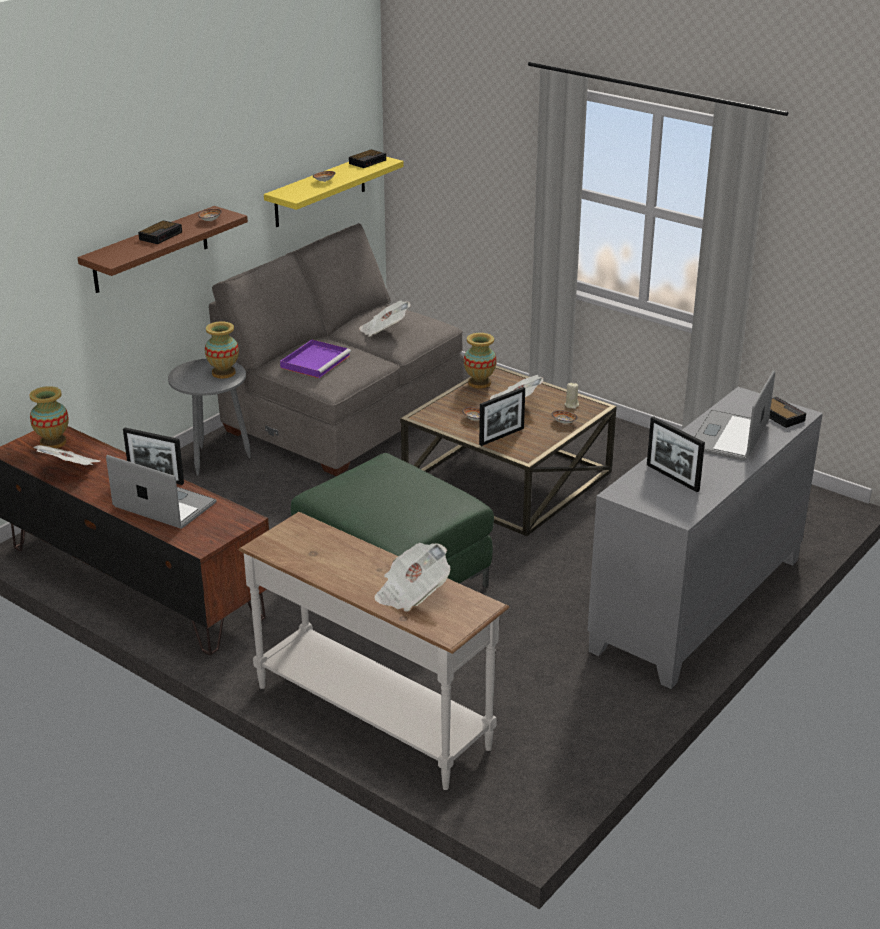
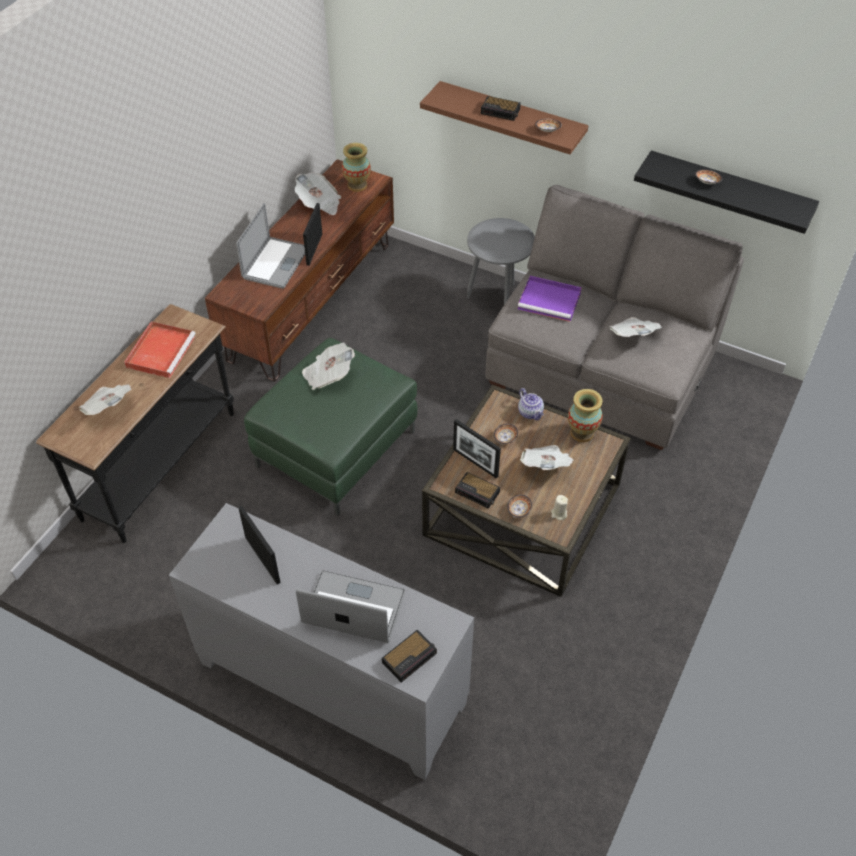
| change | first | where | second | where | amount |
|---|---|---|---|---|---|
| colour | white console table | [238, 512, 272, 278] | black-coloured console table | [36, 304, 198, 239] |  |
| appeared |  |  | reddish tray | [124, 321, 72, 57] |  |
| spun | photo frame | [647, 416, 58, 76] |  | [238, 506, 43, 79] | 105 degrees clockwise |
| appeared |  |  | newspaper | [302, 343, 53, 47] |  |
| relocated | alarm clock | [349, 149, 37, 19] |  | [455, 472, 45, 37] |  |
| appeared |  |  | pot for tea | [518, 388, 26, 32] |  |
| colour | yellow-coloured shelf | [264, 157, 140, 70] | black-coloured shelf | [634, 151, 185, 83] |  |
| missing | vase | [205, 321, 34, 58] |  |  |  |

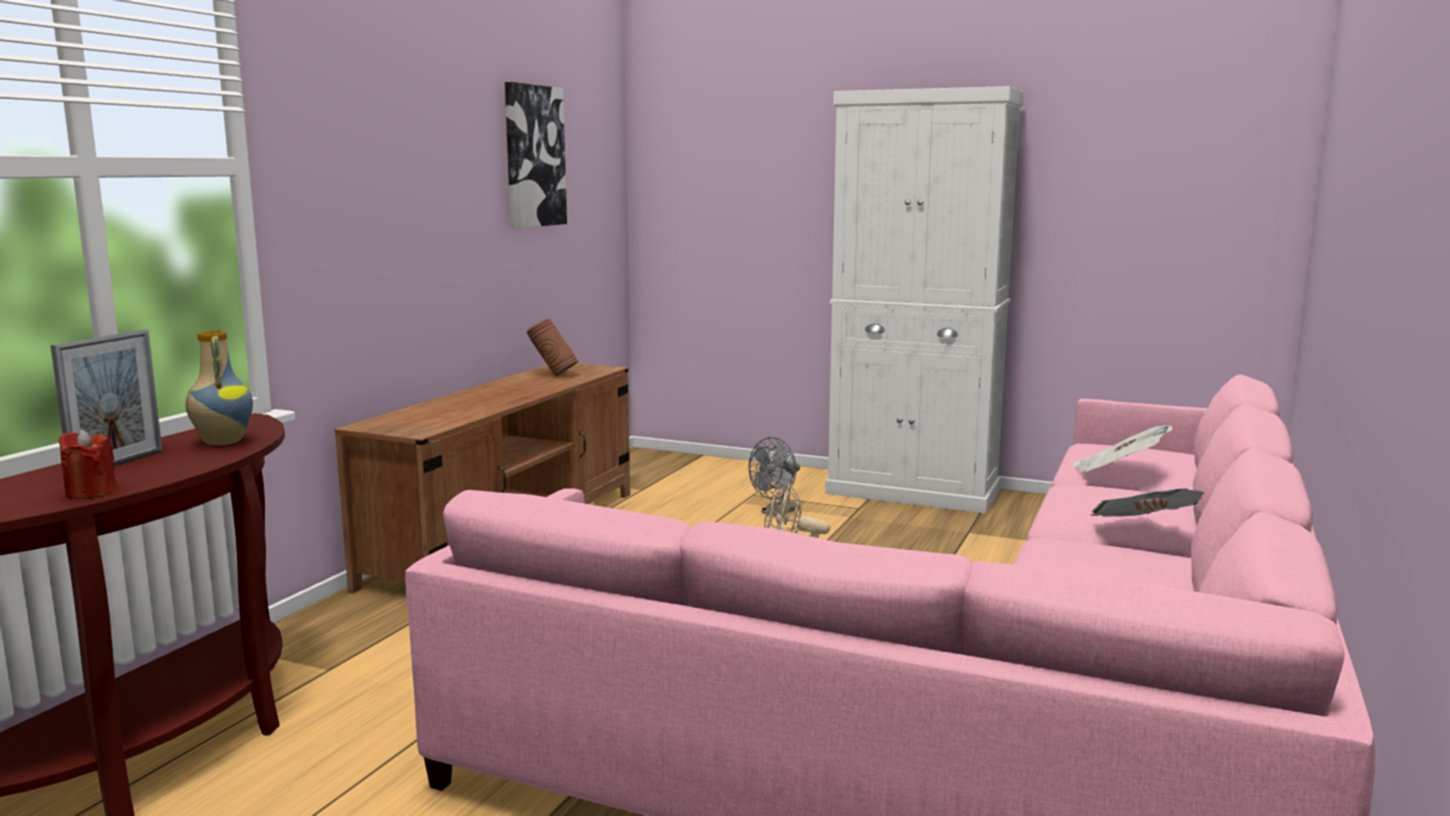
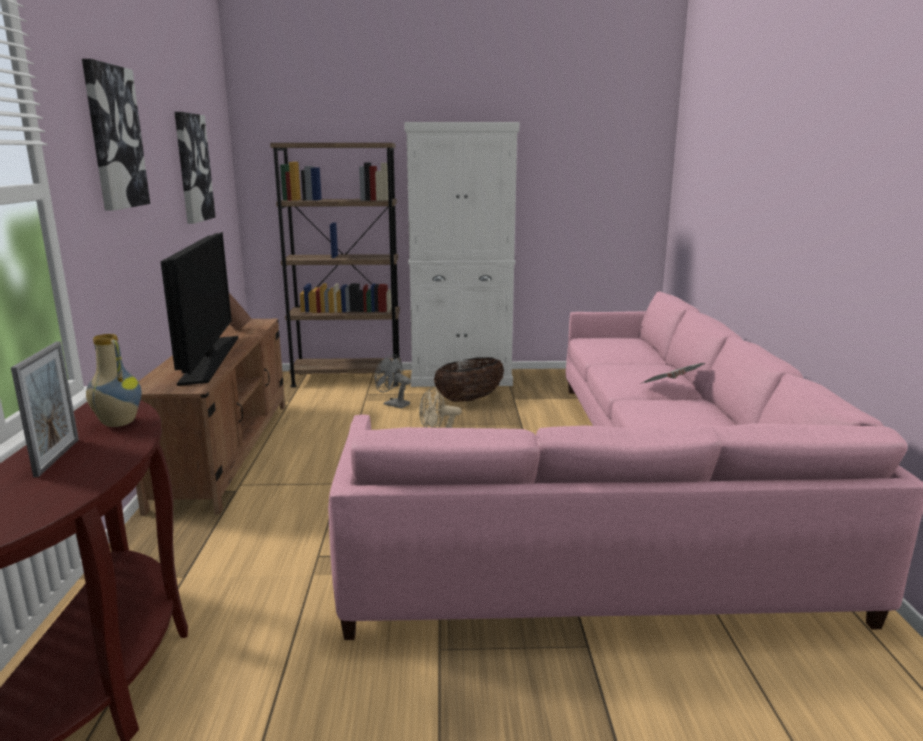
| change | first | where | second | where | amount |
|---|---|---|---|---|---|
| appeared |  |  | wall picture | [82, 59, 68, 152] |  |
| appeared |  |  | TV | [160, 232, 78, 154] |  |
| appeared |  |  | brownish bookshelf | [270, 143, 131, 245] |  |
| spun | grey cooling fan | [748, 437, 52, 80] |  | [375, 354, 36, 55] | 105 degrees clockwise |
| appeared |  |  | basket | [434, 357, 70, 45] |  |
| missing | reddish wax candle | [59, 430, 58, 70] |  |  |  |
| missing | newspaper | [1073, 425, 100, 48] |  |  |  |

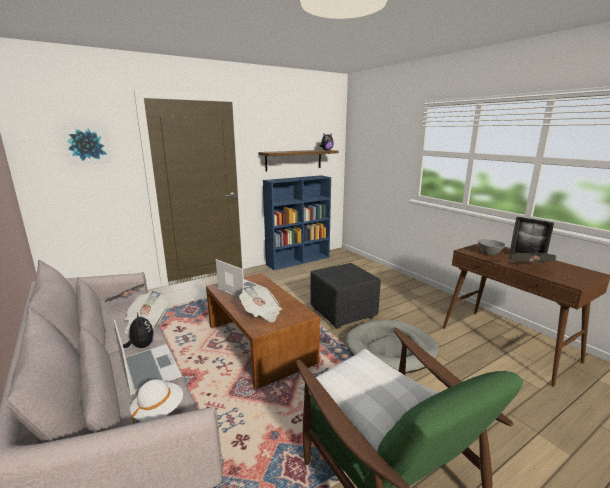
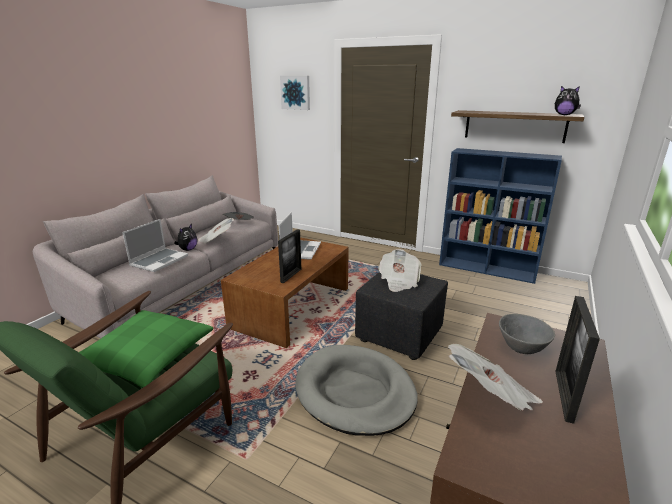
| change | first | where | second | where | amount |
|---|---|---|---|---|---|
| colour | white cushion | [300, 349, 138, 102] | green-coloured cushion | [79, 310, 135, 78] |  |
| appeared |  |  | photo frame | [278, 230, 23, 53] |  |
| relocated | newspaper | [239, 286, 43, 36] |  | [378, 249, 44, 43] |  |
| missing | white clothing hat | [130, 379, 53, 45] |  |  |  |

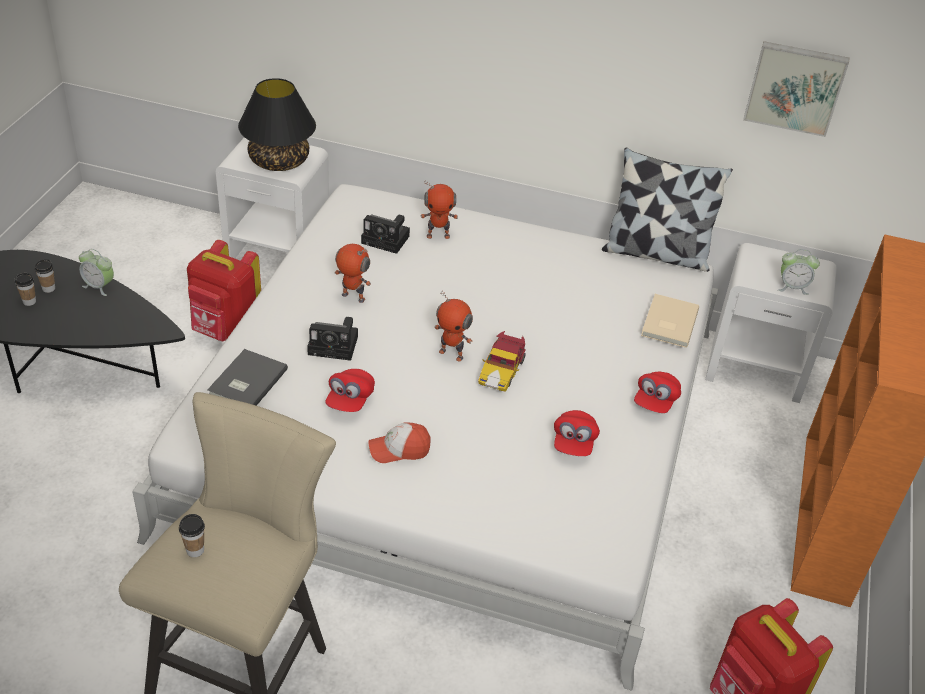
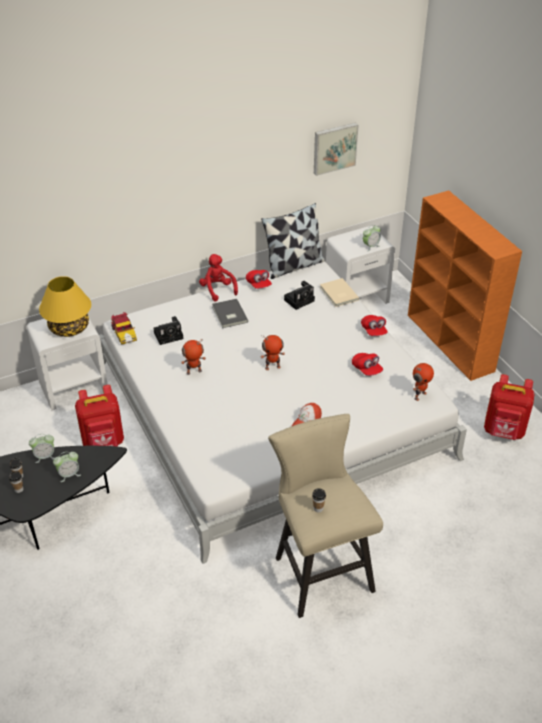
| change | first | where | second | where | amount |
|---|---|---|---|---|---|
| colour | black-coloured lamp for a table | [238, 78, 78, 93] | yellow-coloured lamp for a table | [39, 276, 52, 61] |  |
| appeared |  |  | alarm clock | [53, 452, 28, 30] |  |
| relocated | model car | [478, 331, 48, 61] |  | [111, 312, 26, 32] |  |
| appeared |  |  | reddish soft toy | [199, 254, 39, 47] |  |
| relocated | grey book | [207, 349, 81, 57] |  | [212, 299, 36, 29] |  |
| relocated | reddish peaked cap | [325, 369, 50, 43] |  | [246, 270, 26, 19] |  |
| relocated | still camera | [307, 317, 51, 44] |  | [284, 281, 31, 29] |  |
| relocated | toy robot | [420, 180, 38, 59] |  | [413, 363, 21, 38] |  |

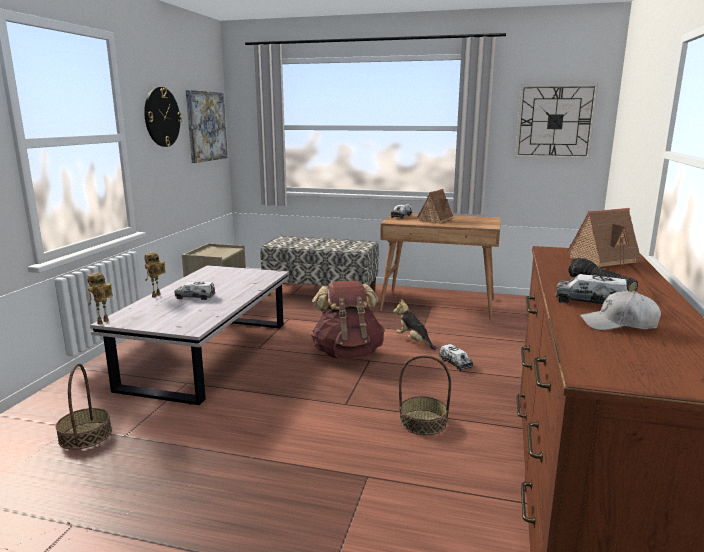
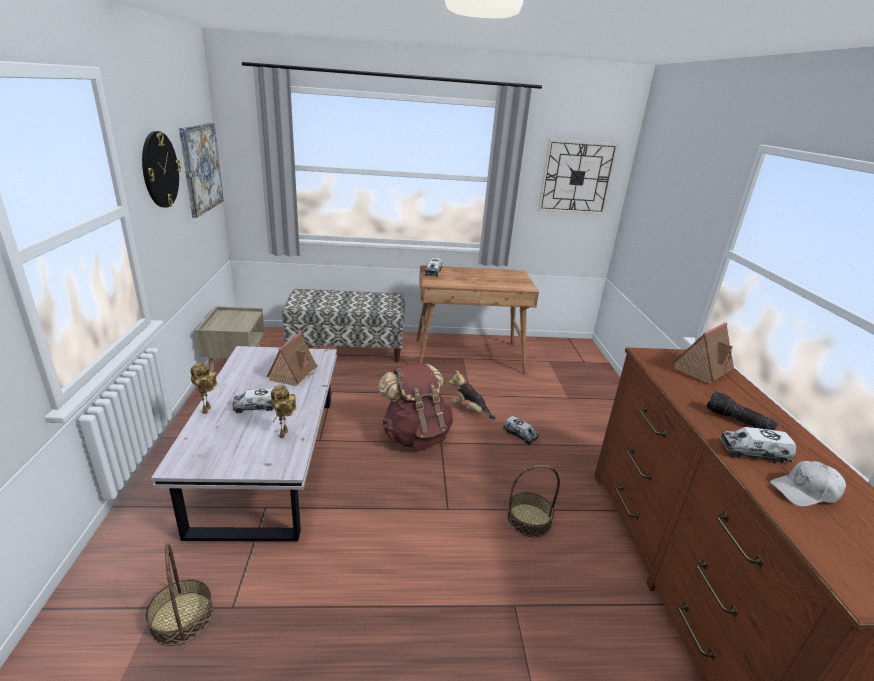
| change | first | where | second | where | amount |
|---|---|---|---|---|---|
| relocated | toy house | [417, 189, 36, 34] |  | [267, 332, 51, 54] |  |
| relocated | toy robot | [87, 273, 26, 51] |  | [271, 385, 26, 53] |  |

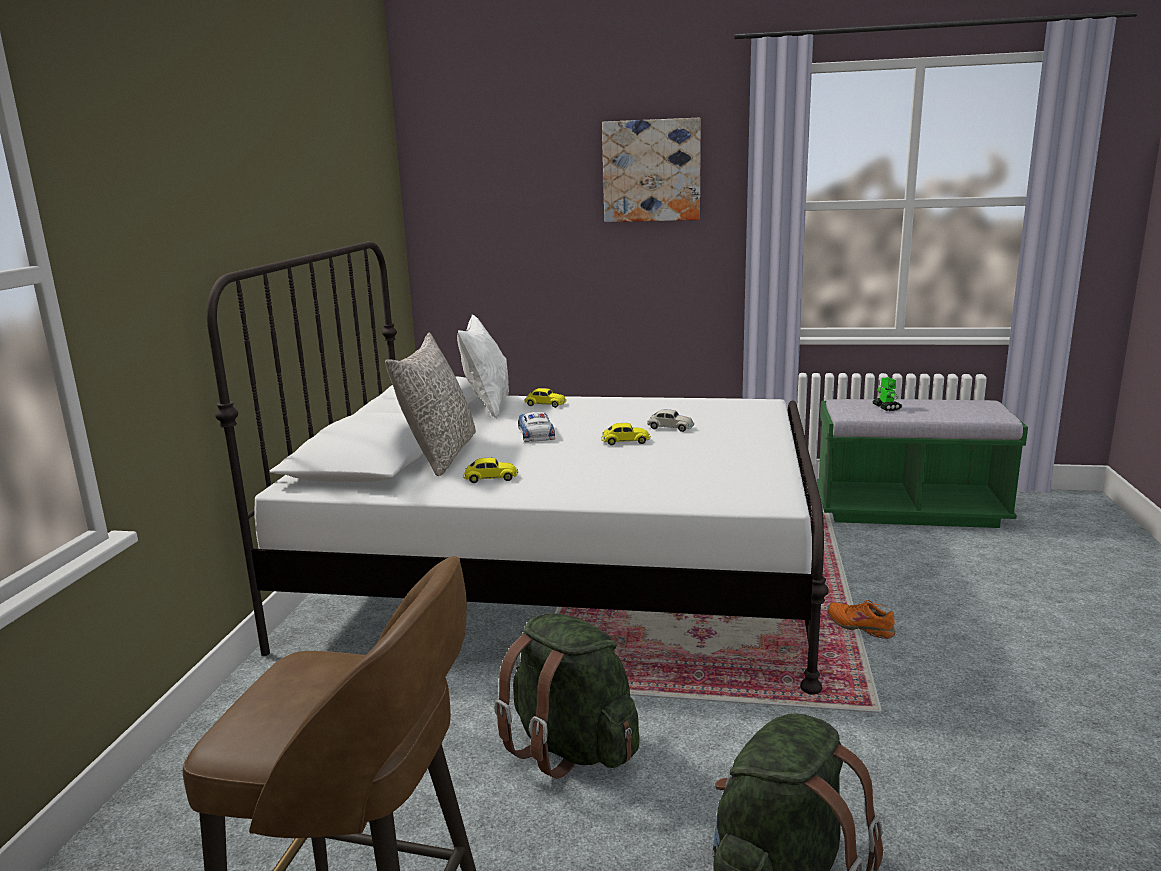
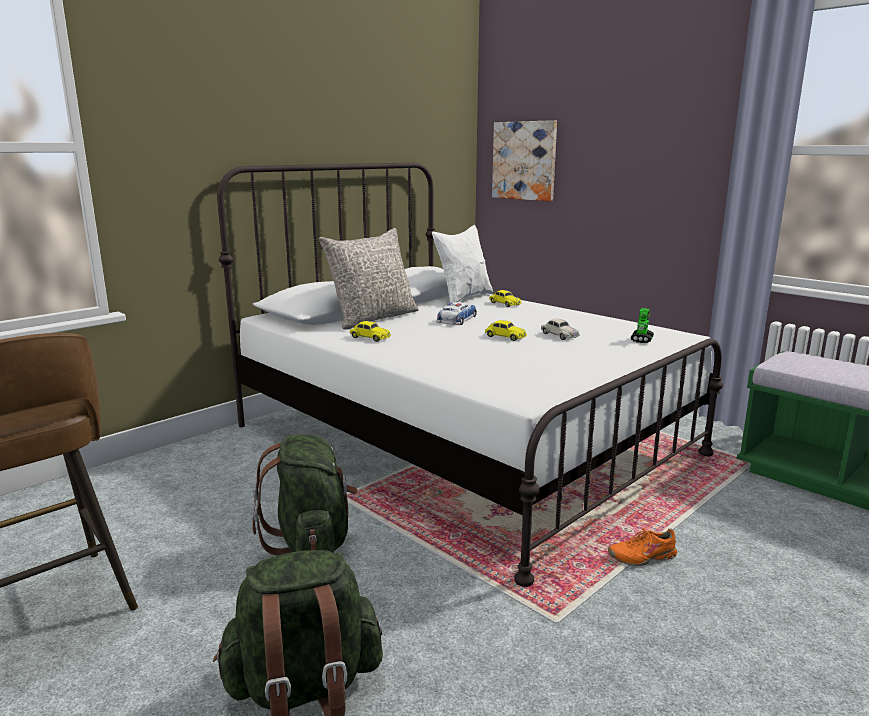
| change | first | where | second | where | amount |
|---|---|---|---|---|---|
| relocated | wall picture | [602, 118, 99, 104] |  | [492, 120, 65, 81] |  |
| spun | orange low shoe | [828, 600, 68, 39] |  | [608, 528, 69, 38] | 90 degrees counterclockwise |
| relocated | toy robot | [873, 377, 29, 34] |  | [630, 308, 24, 35] |  |

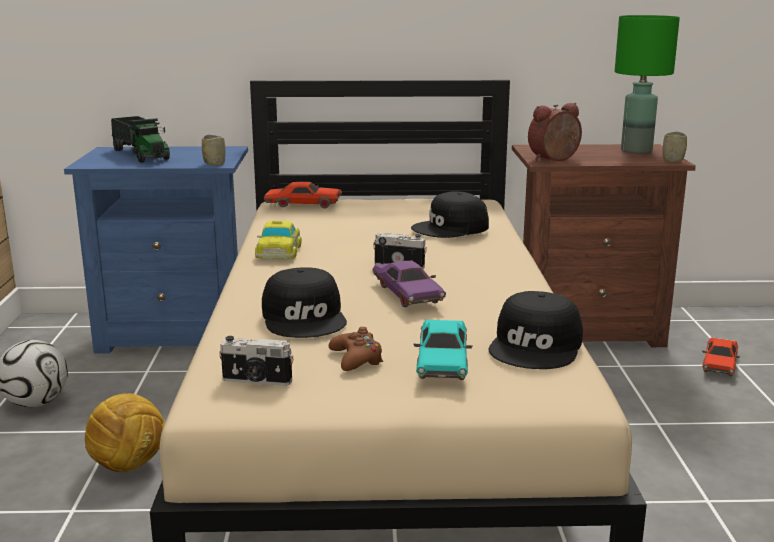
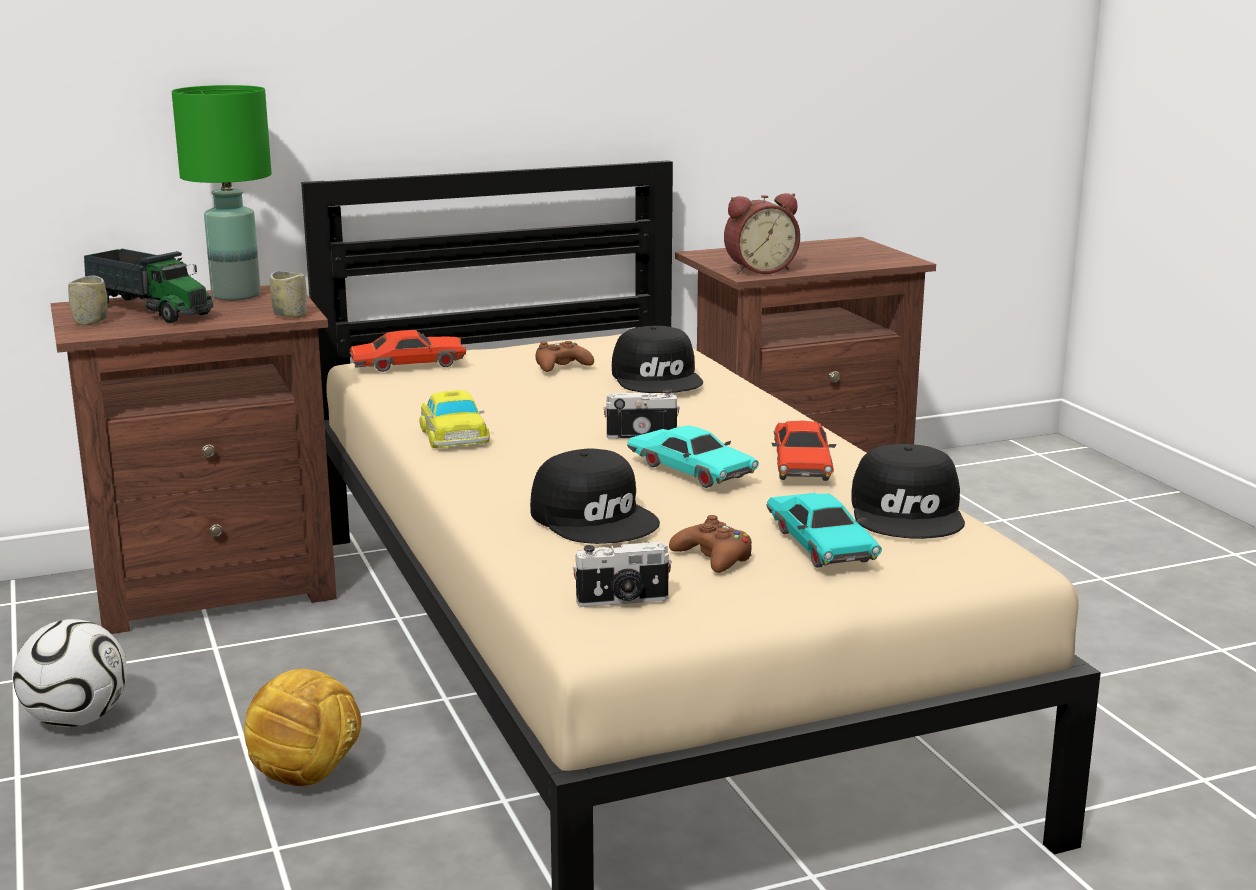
| change | first | where | second | where | amount |
|---|---|---|---|---|---|
| colour | blue bedside table | [64, 146, 184, 208] | brownish bedside table | [50, 285, 287, 349] |  |
| relocated | small cup | [663, 132, 24, 30] |  | [68, 276, 40, 50] |  |
| relocated | green-coloured lamp for a table | [615, 15, 65, 138] |  | [172, 85, 100, 216] |  |
| appeared |  |  | brownish joypad | [536, 341, 58, 31] |  |
| spun | black-coloured peaked cap | [411, 191, 78, 47] |  | [612, 326, 91, 67] | 60 degrees counterclockwise |
| colour | purple-coloured model car | [373, 261, 73, 46] | turquoise-coloured model car | [627, 425, 132, 63] |  |
| spun | alarm clock | [528, 103, 54, 58] |  | [724, 193, 76, 81] | 150 degrees counterclockwise |
| relocated | reddish model car | [702, 337, 38, 39] |  | [772, 421, 65, 60] |  |

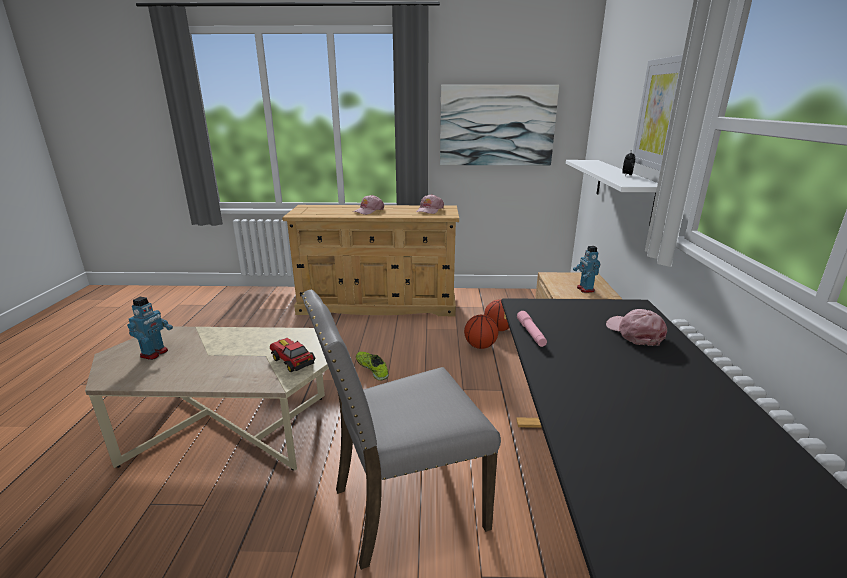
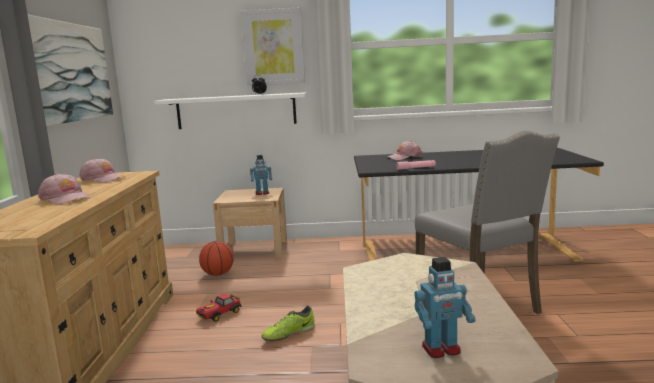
| change | first | where | second | where | amount |
|---|---|---|---|---|---|
| relocated | model car | [270, 338, 45, 34] |  | [196, 294, 46, 28] |  |
| spun | toy robot | [127, 297, 46, 63] |  | [414, 257, 62, 101] | 150 degrees clockwise |
| missing | ball for basketball | [464, 315, 34, 34] |  |  |  |

